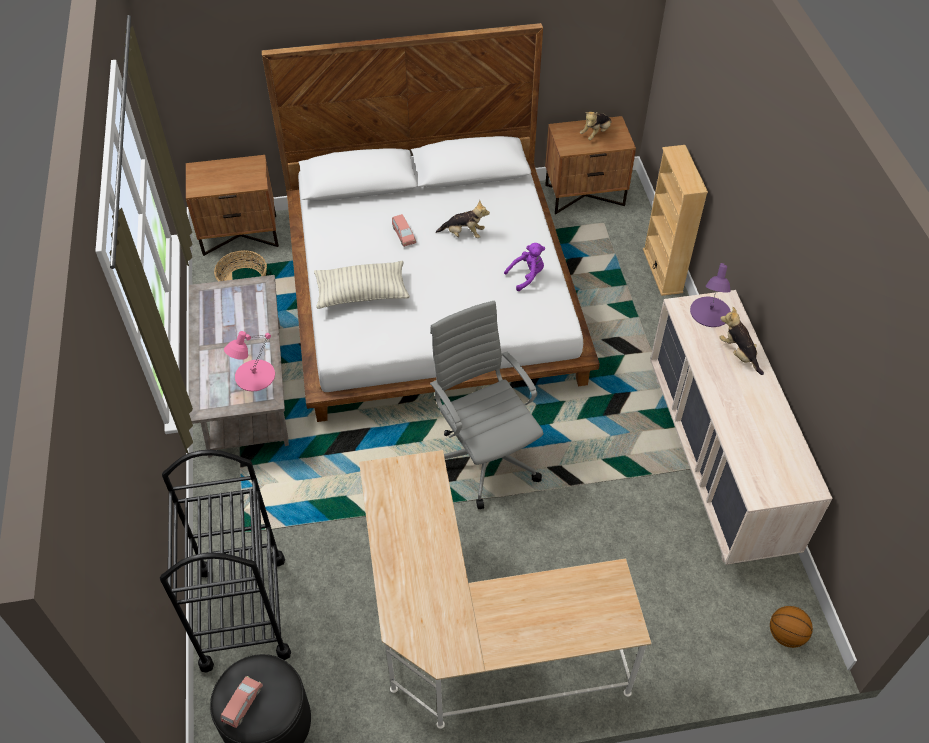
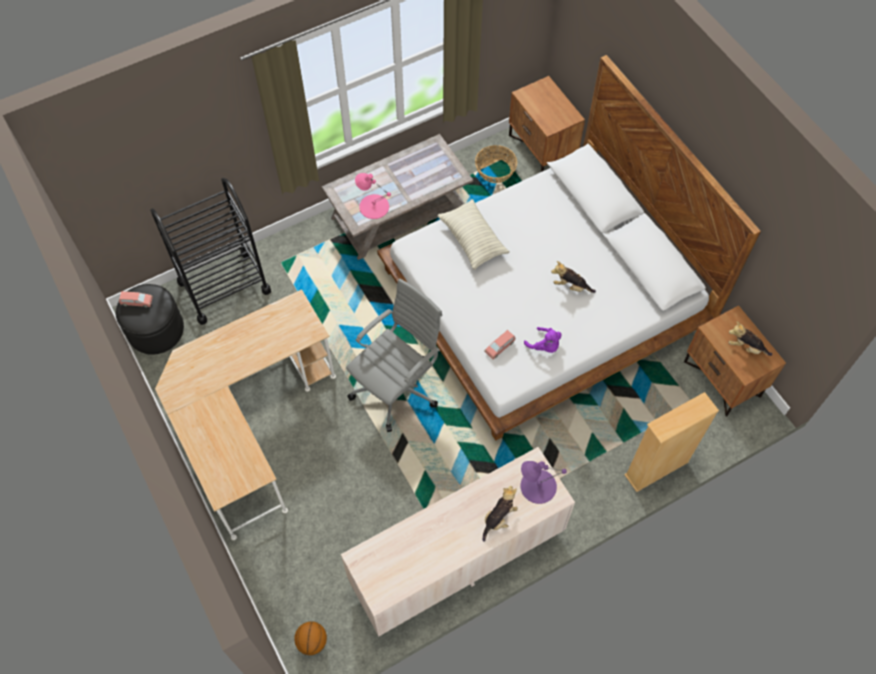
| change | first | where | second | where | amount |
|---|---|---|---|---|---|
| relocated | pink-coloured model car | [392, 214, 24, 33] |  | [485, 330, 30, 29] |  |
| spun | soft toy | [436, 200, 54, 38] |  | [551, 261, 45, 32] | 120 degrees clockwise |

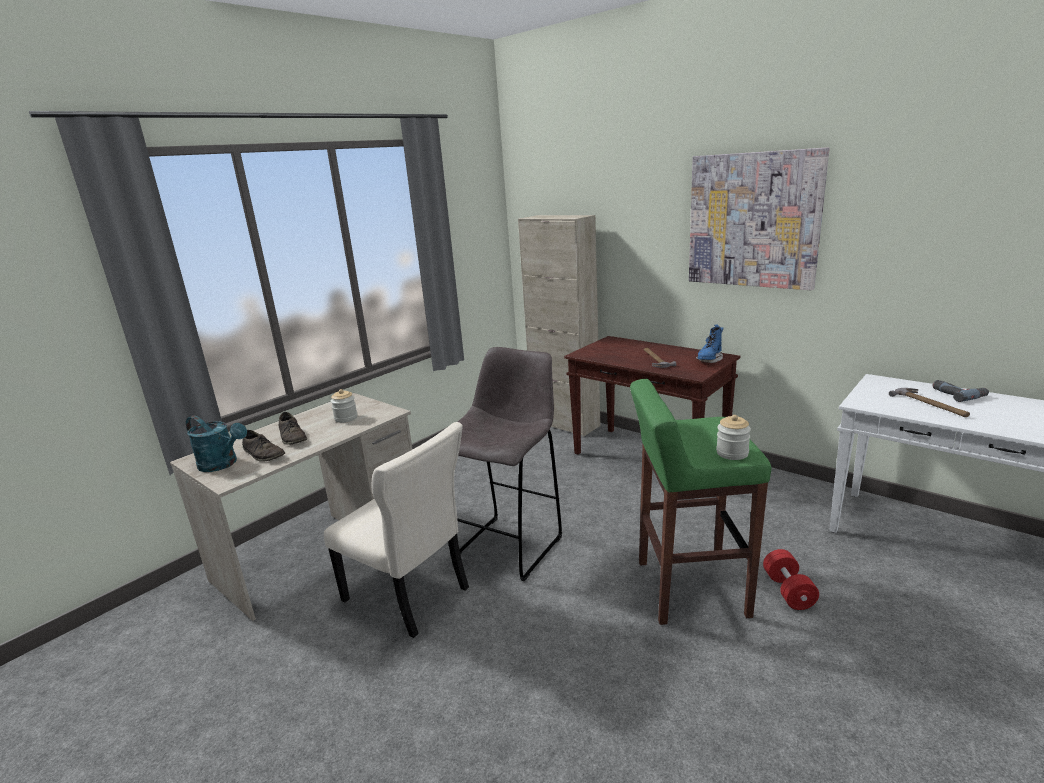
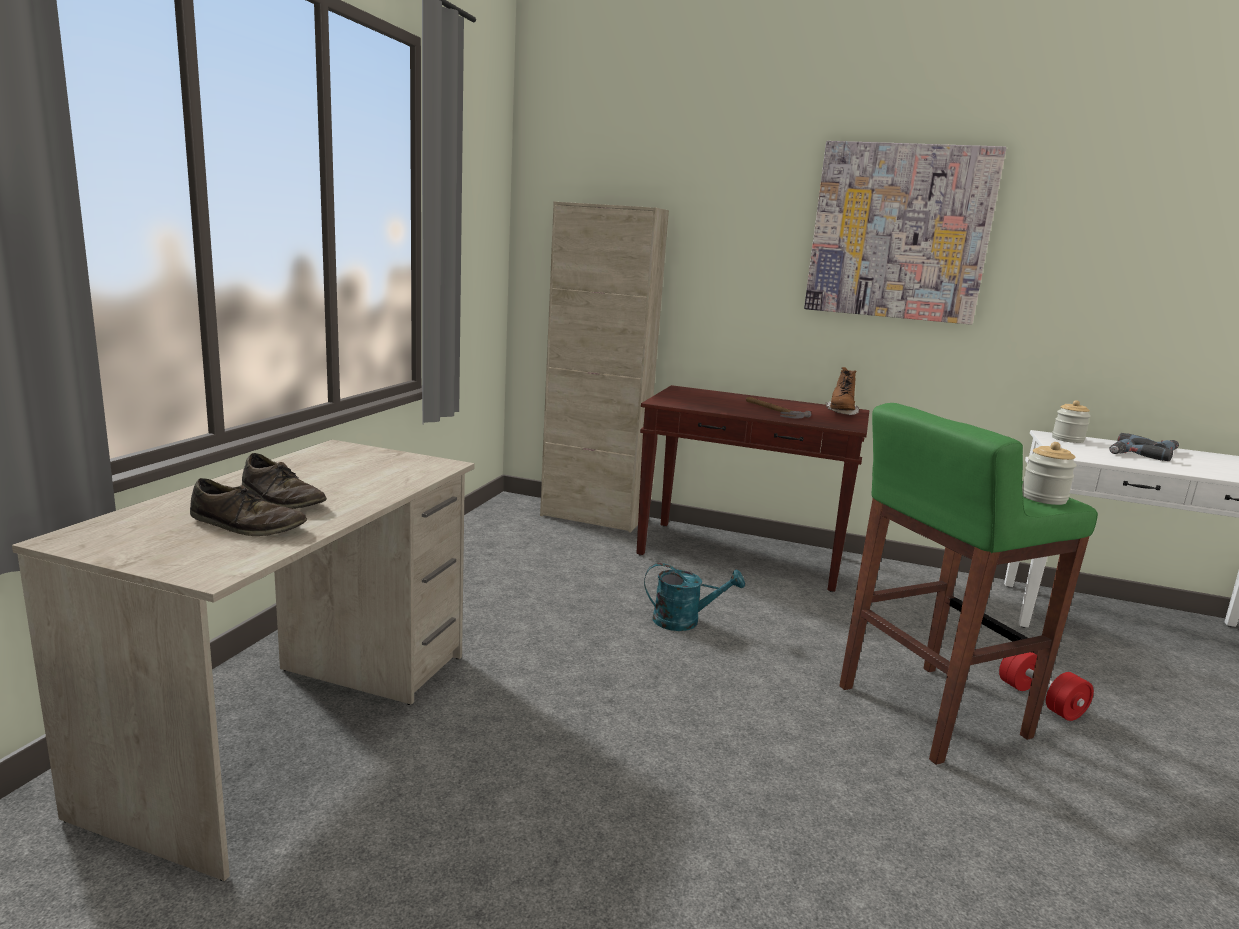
| change | first | where | second | where | amount |
|---|---|---|---|---|---|
| relocated | turquoise-coloured sprinkling can | [186, 416, 61, 56] |  | [644, 563, 101, 68] |  |
| colour | blue tall boot | [696, 324, 28, 39] | brownish tall boot | [825, 367, 34, 48] |  |
| relocated | preserve jar | [331, 389, 27, 34] |  | [1052, 400, 39, 43] |  |
| exchanged | tool hammer | [889, 388, 81, 29] | drill | [1109, 439, 64, 22] |  |
| missing | beige-coloured plain chair | [324, 422, 145, 216] |  |  |  |
| missing | grey sitting stool | [457, 347, 105, 234] |  |  |  |

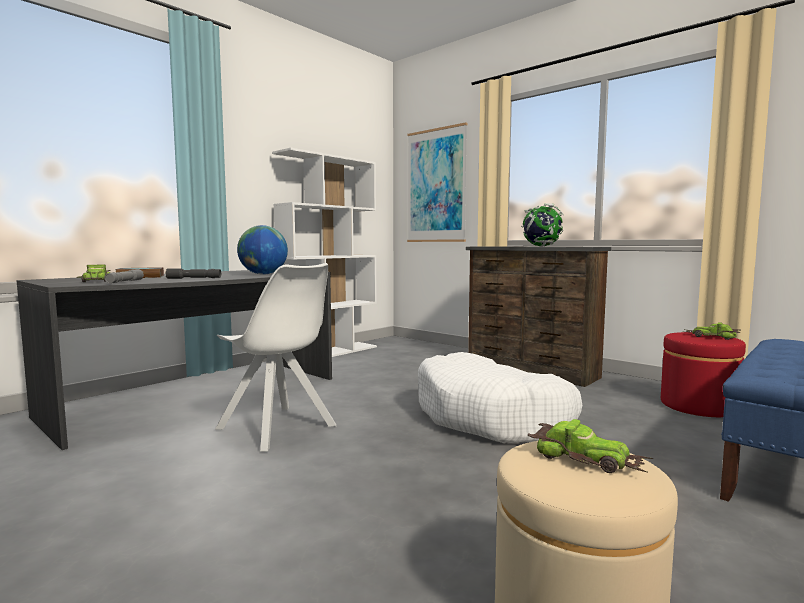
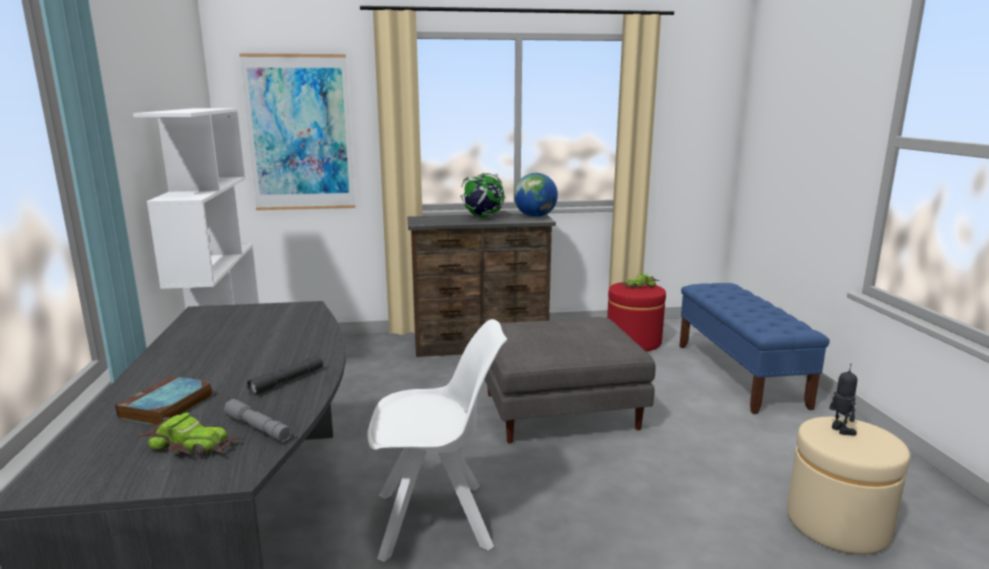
| change | first | where | second | where | amount |
|---|---|---|---|---|---|
| exchanged | white pet bed | [418, 352, 164, 91] | grey pouffe | [485, 317, 170, 126] |  |
| relocated | globe | [237, 225, 51, 50] |  | [514, 173, 44, 44] |  |
| exchanged | model car | [528, 419, 125, 54] | toy robot | [829, 364, 28, 72] |  |

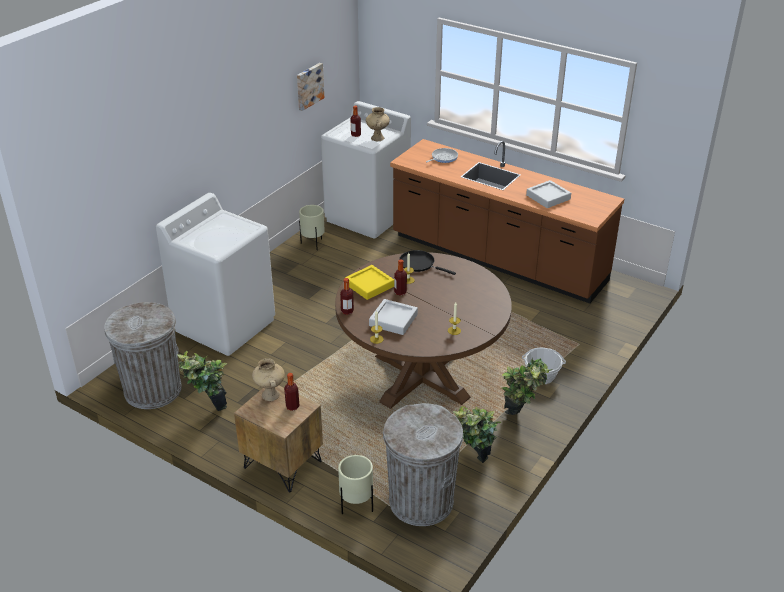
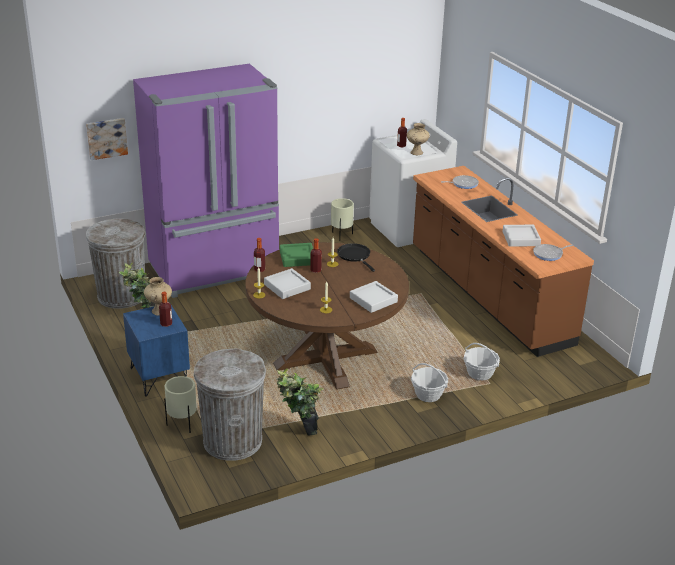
| change | first | where | second | where | amount |
|---|---|---|---|---|---|
| relocated | wall picture | [297, 63, 27, 48] |  | [86, 118, 42, 42] |  |
| colour | brownish bedside table | [234, 385, 89, 107] | blue bedside table | [123, 305, 67, 91] |  |
| exchanged | white laundry appliance | [156, 193, 119, 163] | purple-coloured kitchen fridge | [133, 64, 146, 234] |  |
| colour | yellow-coloured tray | [345, 265, 49, 35] | green-coloured tray | [280, 243, 33, 24] |  |
| appeared |  |  | grey tray | [350, 281, 48, 32] |  |
| appeared |  |  | basket | [464, 343, 36, 37] |  |
| appeared |  |  | frying pan | [533, 244, 40, 17] |  |
| missing | houseplant | [502, 358, 51, 57] |  |  |  |

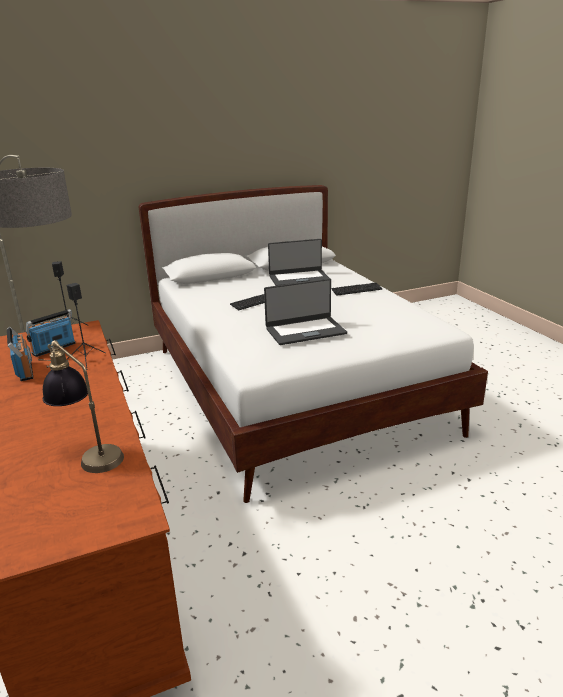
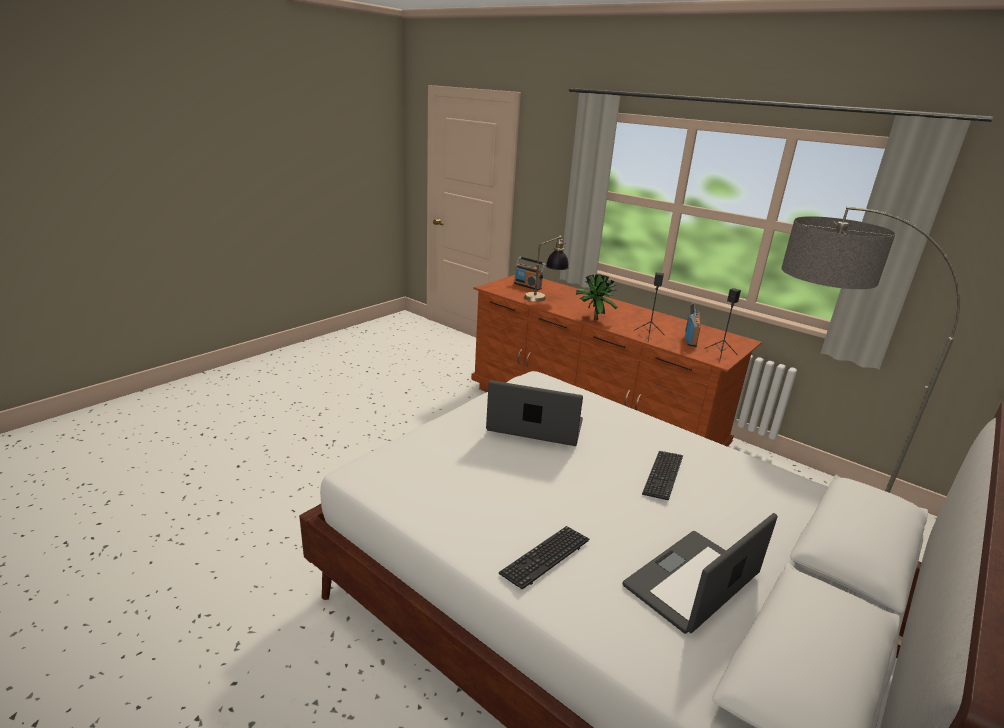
| change | first | where | second | where | amount |
|---|---|---|---|---|---|
| spun | laptop | [264, 279, 83, 66] |  | [486, 380, 97, 66] | 60 degrees clockwise |
| relocated | radio set | [7, 327, 26, 54] |  | [514, 257, 32, 33] |  |
| appeared |  |  | houseplant | [575, 274, 43, 46] |  |

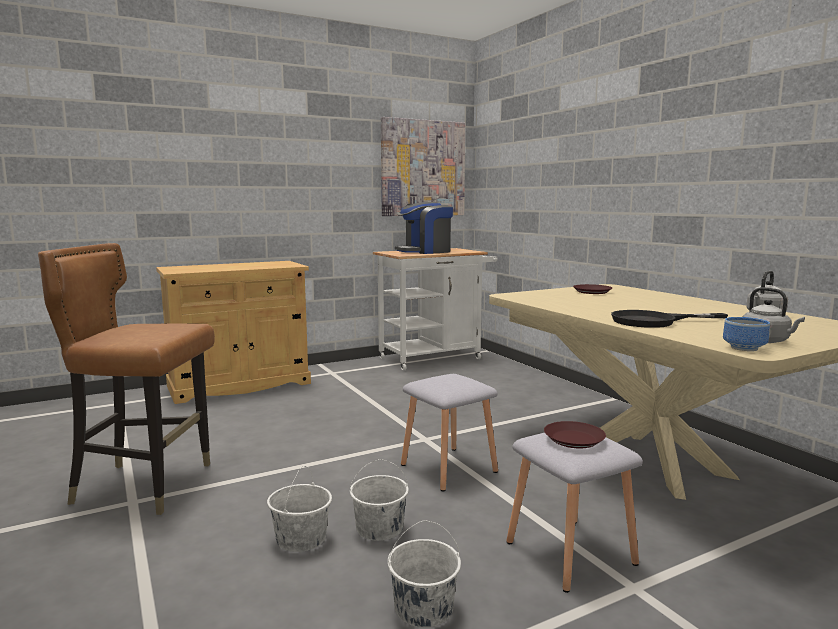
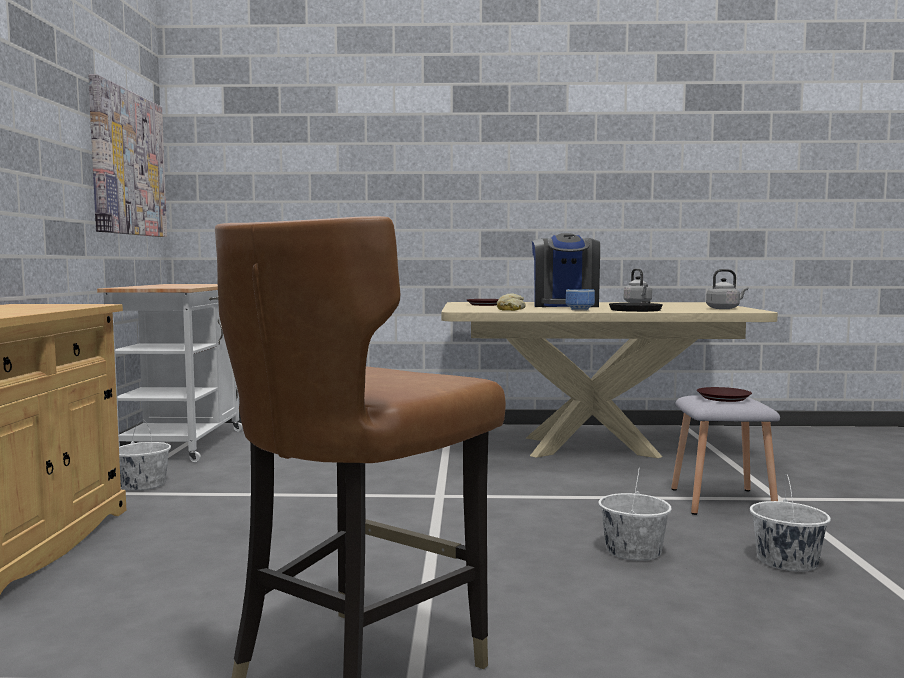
| change | first | where | second | where | amount |
|---|---|---|---|---|---|
| relocated | white bucket | [267, 466, 65, 86] |  | [119, 420, 52, 71] |  |
| appeared |  |  | baked bread | [497, 293, 29, 18] |  |
| relocated | coffee maker | [395, 202, 58, 52] |  | [532, 233, 68, 74] |  |
| relocated | serving bowl | [723, 317, 47, 34] |  | [566, 289, 29, 22] |  |
| missing | grey sitting stool | [401, 374, 97, 117] |  |  |  |

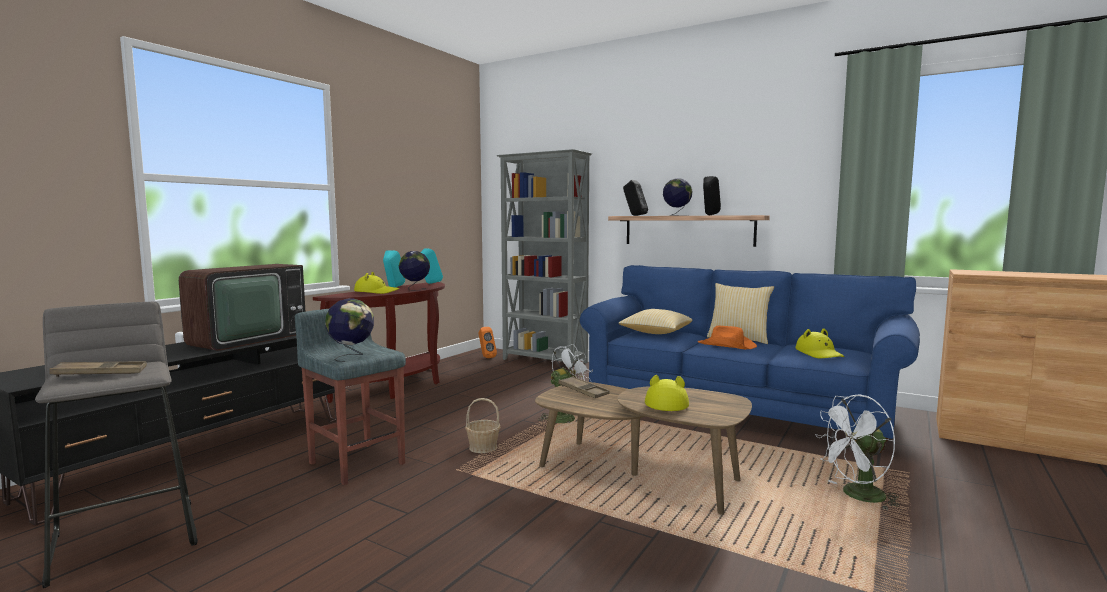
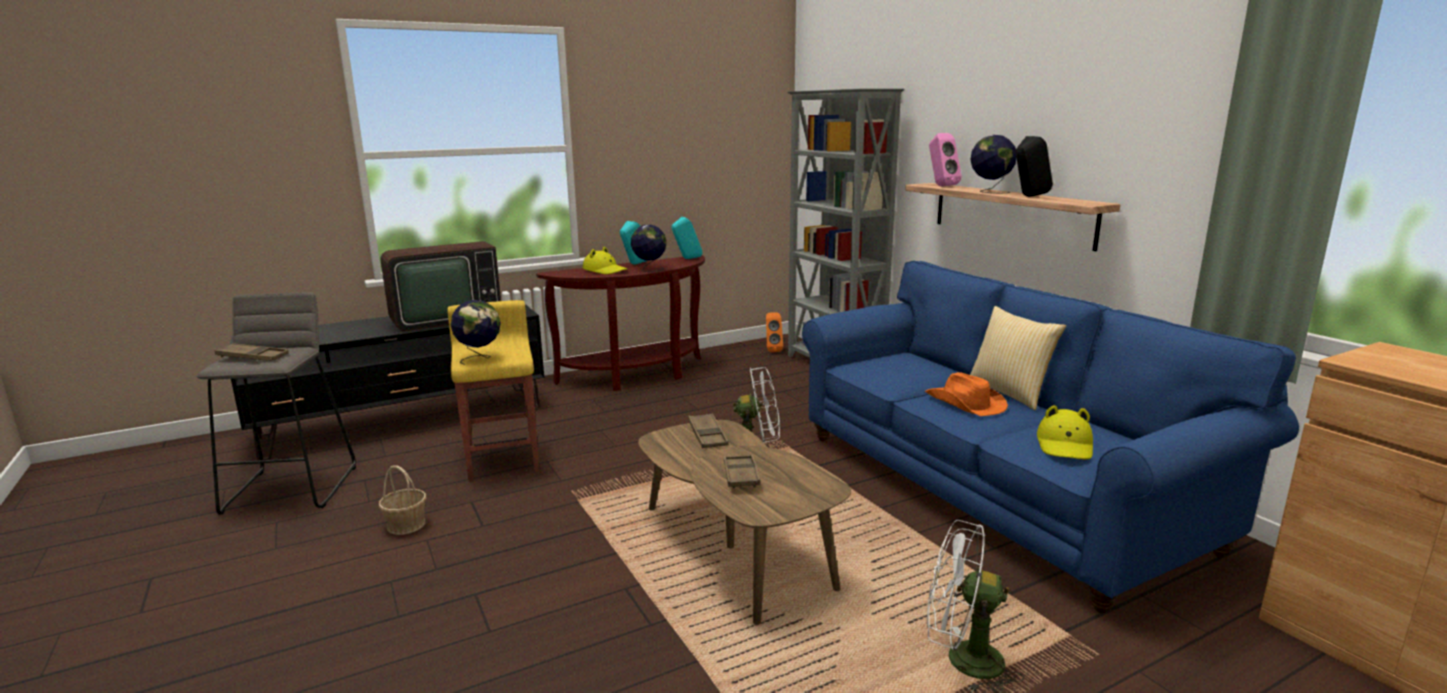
| change | first | where | second | where | amount |
|---|---|---|---|---|---|
| relocated | basket | [465, 398, 35, 55] |  | [379, 465, 47, 70] |  |
| colour | grey sitting stool | [295, 308, 111, 177] | yellow-coloured sitting stool | [447, 300, 92, 182] |  |
| exchanged | yellow-coloured clothing hat | [645, 375, 44, 36] | brownish tray | [724, 455, 36, 33] |  |
| colour | black-coloured speaker | [623, 180, 25, 36] | pink-coloured speaker | [929, 133, 33, 54] |  |
| missing | cushion | [618, 309, 75, 25] |  |  |  |

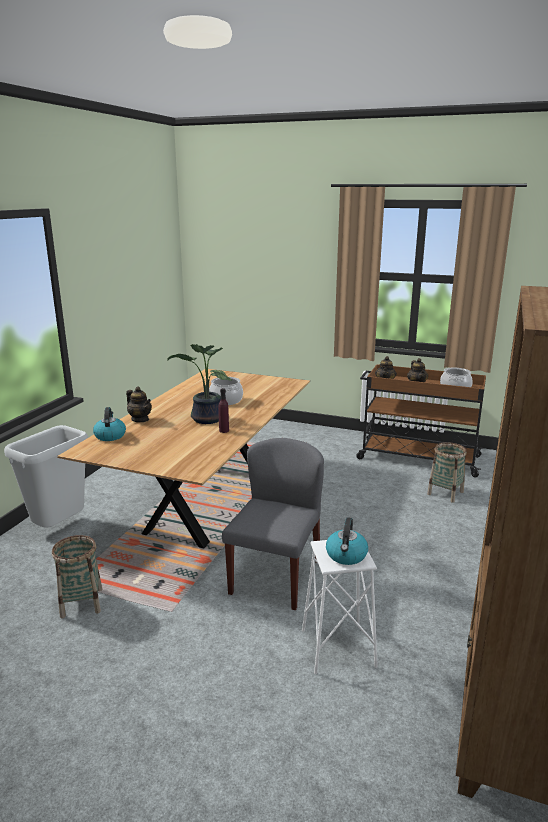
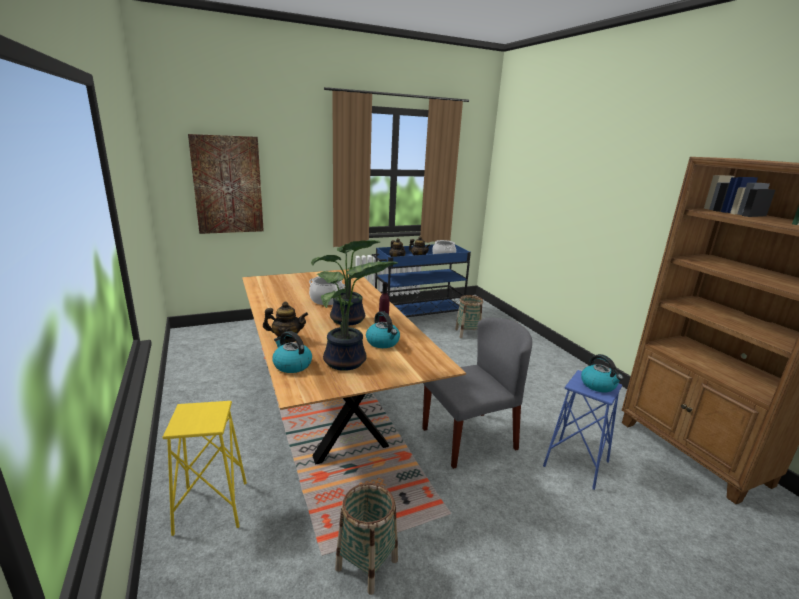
| change | first | where | second | where | amount |
|---|---|---|---|---|---|
| exchanged | grey trash can | [4, 425, 84, 102] | yellow-coloured sitting stool | [163, 401, 84, 135] |  |
| appeared |  |  | wall picture | [188, 134, 76, 100] |  |
| appeared |  |  | houseplant | [317, 261, 81, 110] |  |
| appeared |  |  | tea kettle | [366, 311, 34, 37] |  |
| colour | brownish cart | [356, 364, 130, 114] | blue cart | [372, 244, 99, 73] |  |
| spun | grey plain chair | [222, 438, 102, 172] |  | [422, 317, 110, 152] | 90 degrees clockwise |
| colour | white sitting stool | [302, 540, 76, 134] | blue sitting stool | [543, 370, 79, 120] |  |

